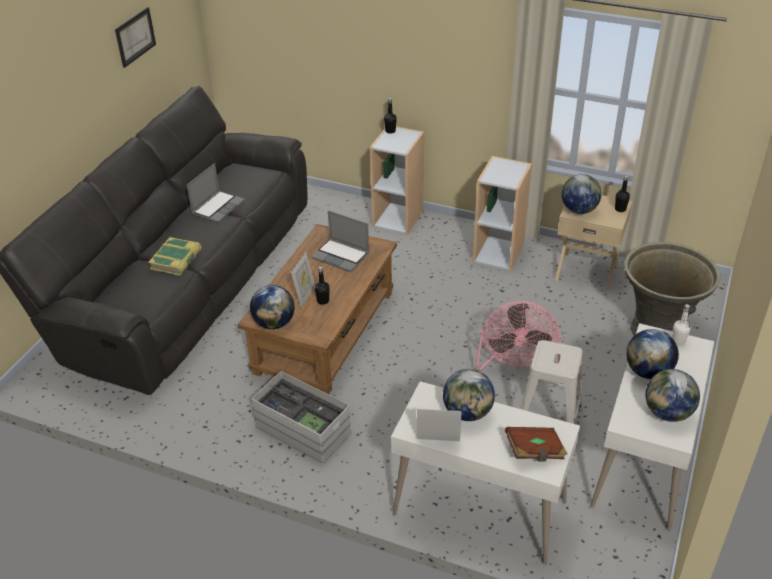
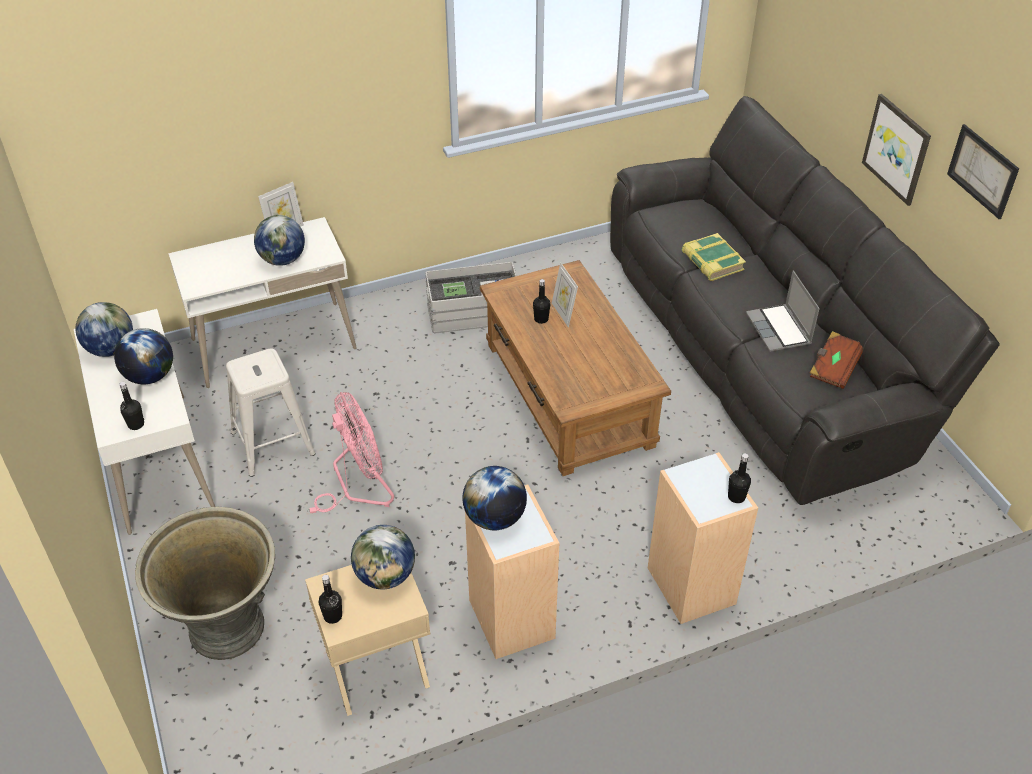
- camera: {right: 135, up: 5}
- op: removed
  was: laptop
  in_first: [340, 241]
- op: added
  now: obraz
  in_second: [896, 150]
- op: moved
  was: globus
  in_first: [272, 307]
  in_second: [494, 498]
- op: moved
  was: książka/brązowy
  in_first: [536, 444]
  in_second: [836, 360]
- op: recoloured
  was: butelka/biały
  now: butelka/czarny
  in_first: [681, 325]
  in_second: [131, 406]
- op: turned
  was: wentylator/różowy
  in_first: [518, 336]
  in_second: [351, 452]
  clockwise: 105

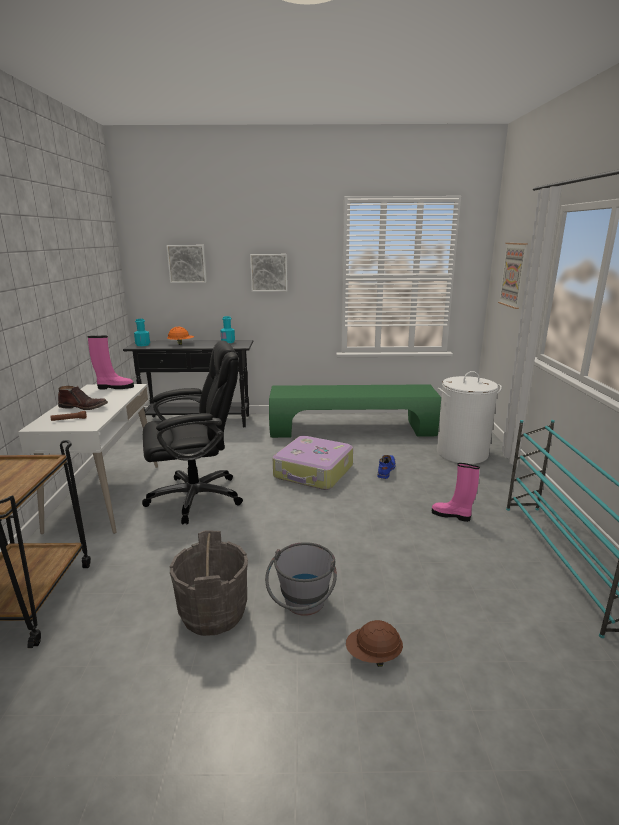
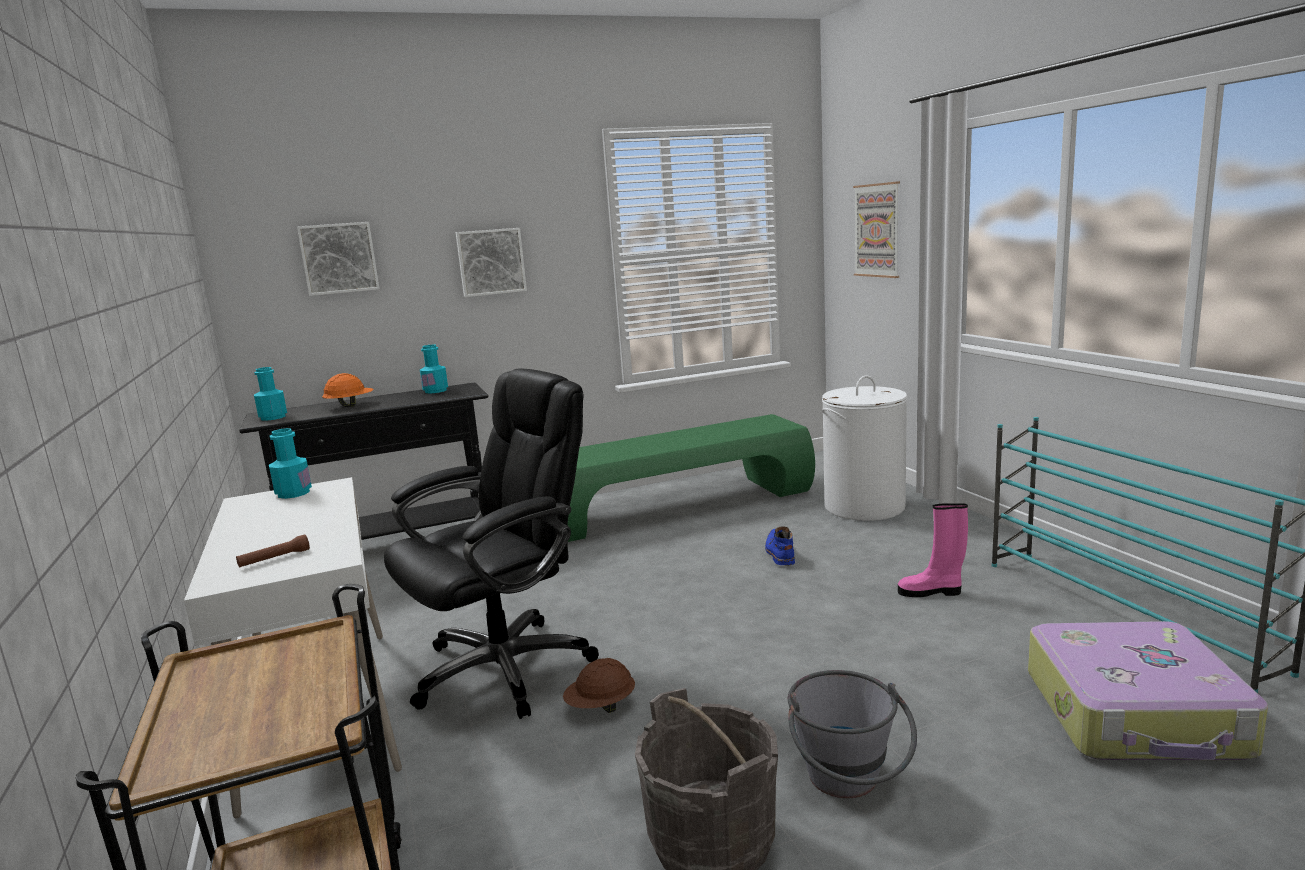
- camera: {right: -20, up: -5}
- op: removed
  was: but z cholewką/brązowy
  in_first: [83, 398]
- op: moved
  was: walizka
  in_first: [313, 463]
  in_second: [1148, 690]
- op: moved
  was: kask/brązowy
  in_first: [374, 643]
  in_second: [599, 685]
- op: replaced
  was: but z cholewką/różowy
  now: butelka/turkusowy
  in_first: [111, 362]
  in_second: [290, 463]

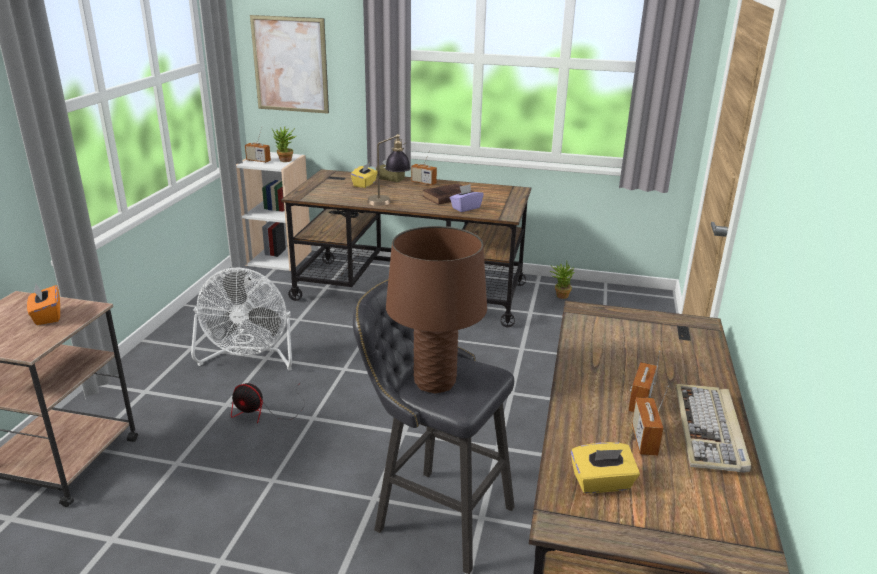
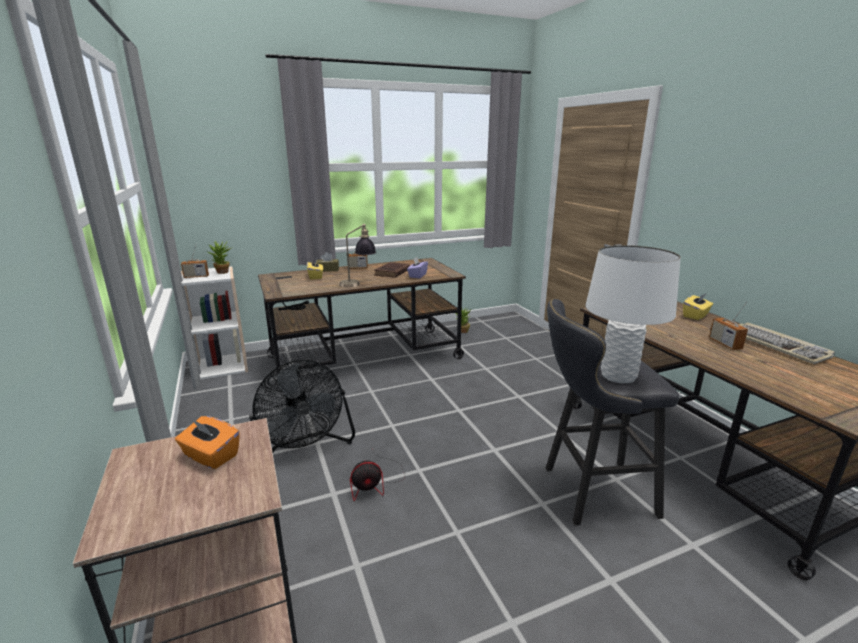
- camera: {right: -35, up: -5}
- op: removed
  was: obraz
  in_first: [289, 64]
- op: removed
  was: radio
  in_first: [650, 420]
- op: moved
  was: pudełko chusteczek/żółty
  in_first: [605, 468]
  in_second: [698, 306]
- op: recoloured
  was: wentylator/biały
  now: wentylator/czarny
  in_first: [241, 319]
  in_second: [302, 406]
- op: recoloured
  was: lampa stołowa/brązowy
  now: lampa stołowa/biały
  in_first: [436, 309]
  in_second: [633, 314]

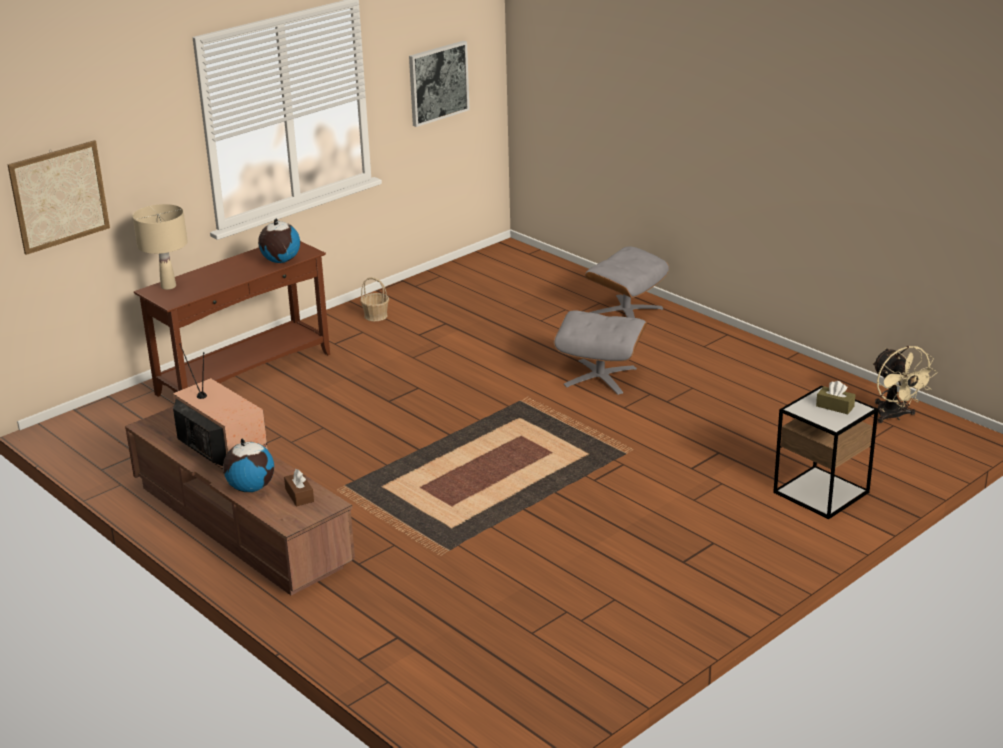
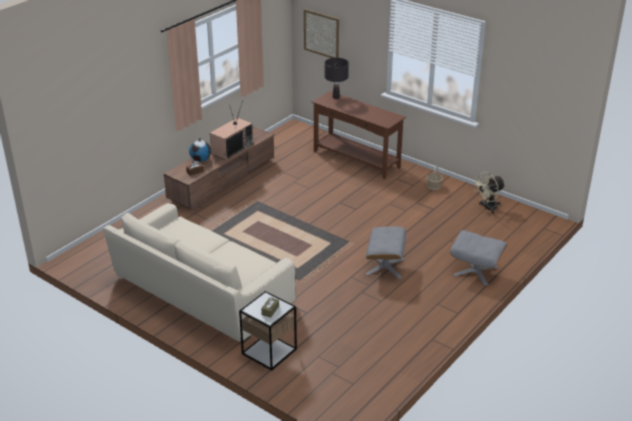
- camera: {right: 80, up: 5}
- op: removed
  was: globus
  in_first: [279, 240]
- op: removed
  was: obraz
  in_first: [439, 84]
- op: added
  now: kanapa/beżowy
  in_second: [199, 273]
- op: moved
  was: wentylator/beżowy
  in_first: [905, 384]
  in_second: [489, 193]
- op: recoloured
  was: lampa stołowa/beżowy
  now: lampa stołowa/czarny
  in_first: [160, 247]
  in_second: [337, 78]

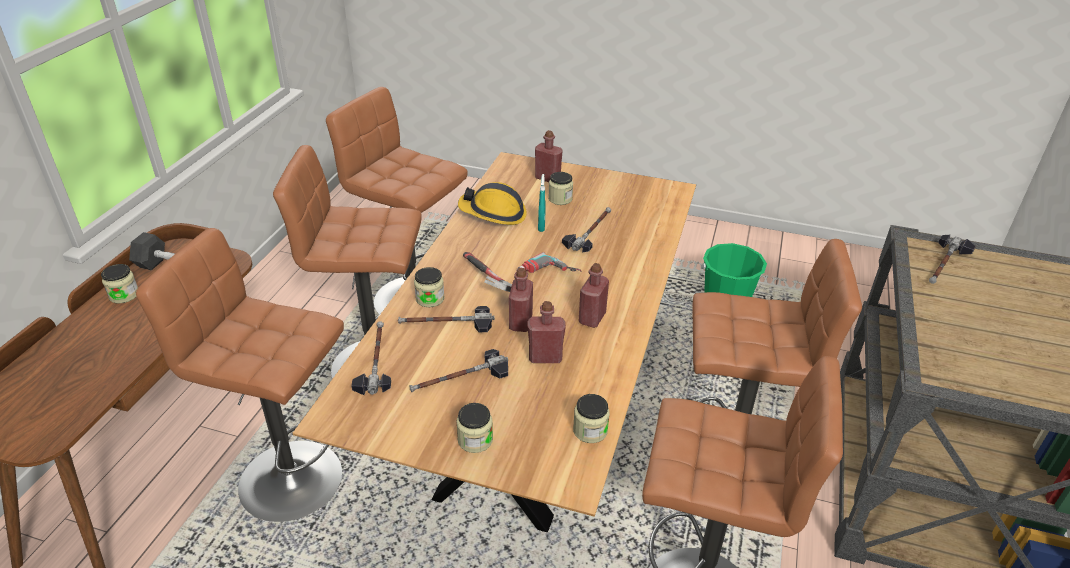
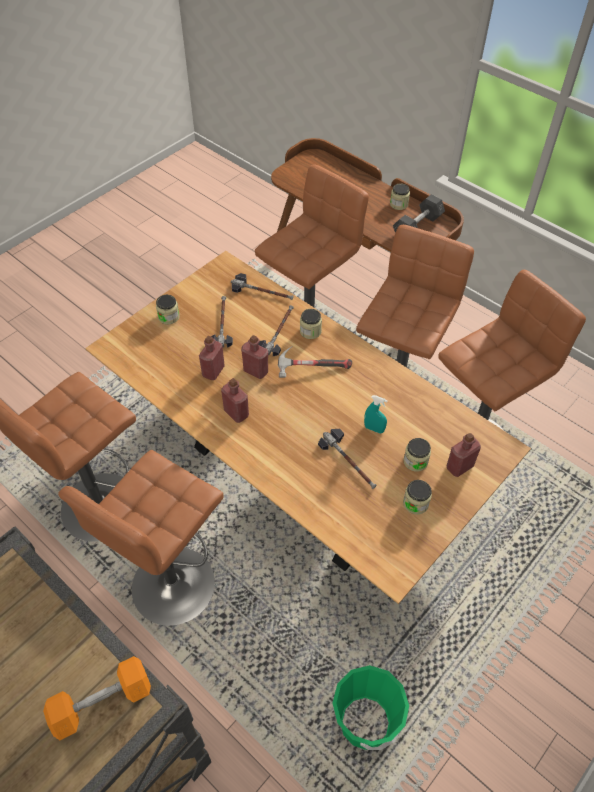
- camera: {right: 115, up: 15}
- op: removed
  was: kask
  in_first: [492, 203]
- op: removed
  was: wiertarka
  in_first: [549, 262]
- op: moved
  was: słoik
  in_first: [591, 418]
  in_second: [417, 497]
- op: replaced
  was: młotek
  now: hantel/pomarańczowy
  in_first: [952, 259]
  in_second: [97, 698]

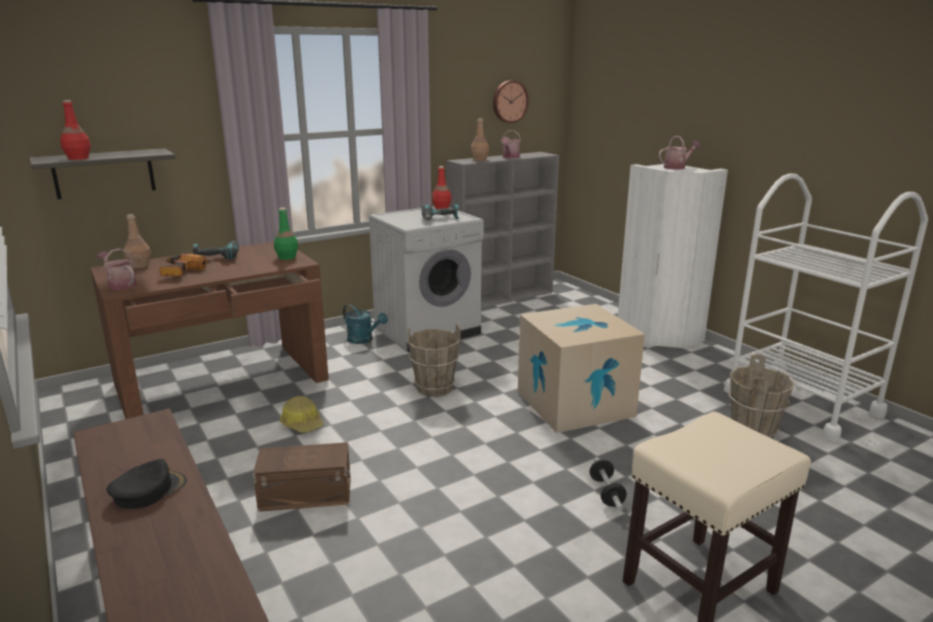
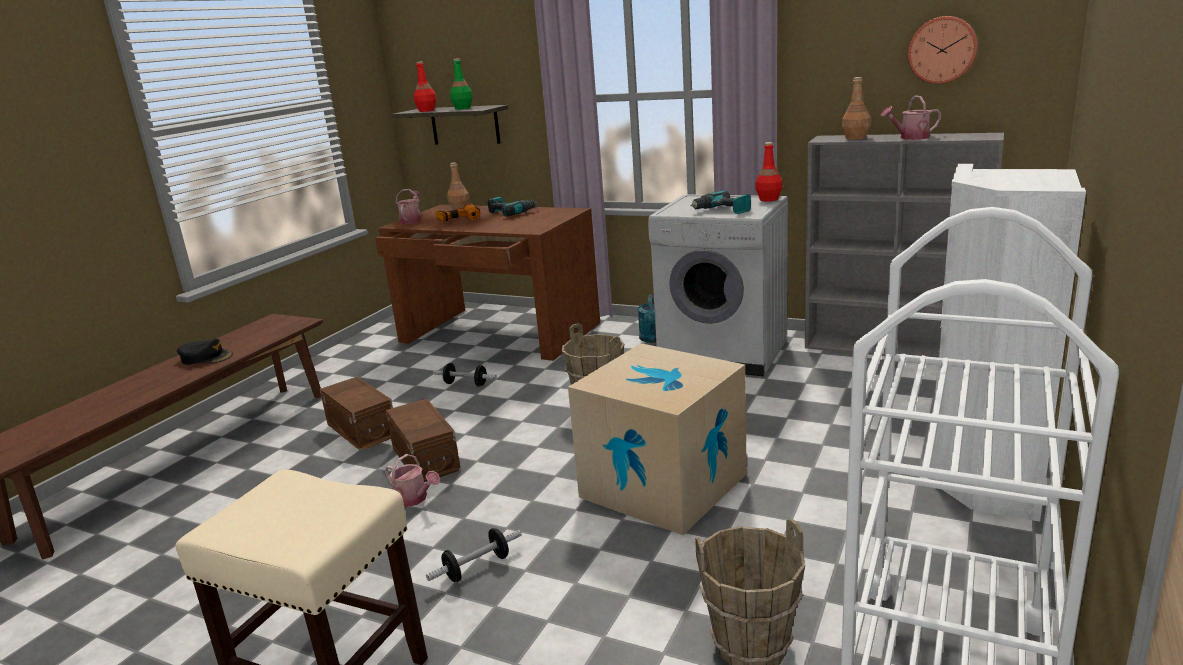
- camera: {right: 60, up: 0}
- op: added
  now: pojemnik do przechowywania/brązowy
  in_second: [423, 440]
- op: moved
  was: butelka/zielony
  in_first: [286, 234]
  in_second: [461, 84]
- op: moved
  was: konewka
  in_first: [680, 152]
  in_second: [412, 480]
- op: replaced
  was: kask
  now: hantel
  in_first: [301, 414]
  in_second: [465, 375]

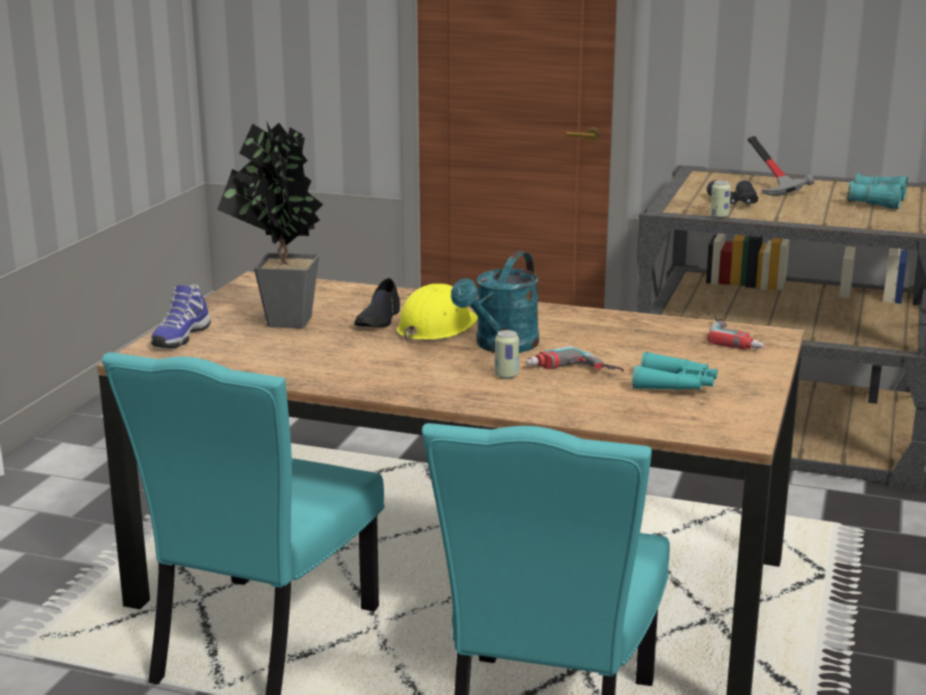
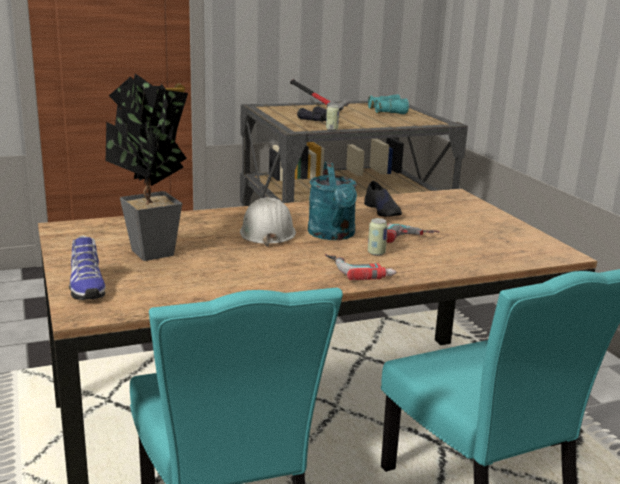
- camera: {right: -40, up: 0}
- op: removed
  was: lornetka/turkusowy
  in_first: [675, 371]
- op: moved
  was: but/czarny
  in_first: [377, 303]
  in_second: [383, 199]
- op: moved
  was: wiertarka
  in_first: [735, 333]
  in_second: [360, 267]
- op: recoloured
  was: kask/żółty
  now: kask/biały
  in_first: [437, 312]
  in_second: [268, 222]

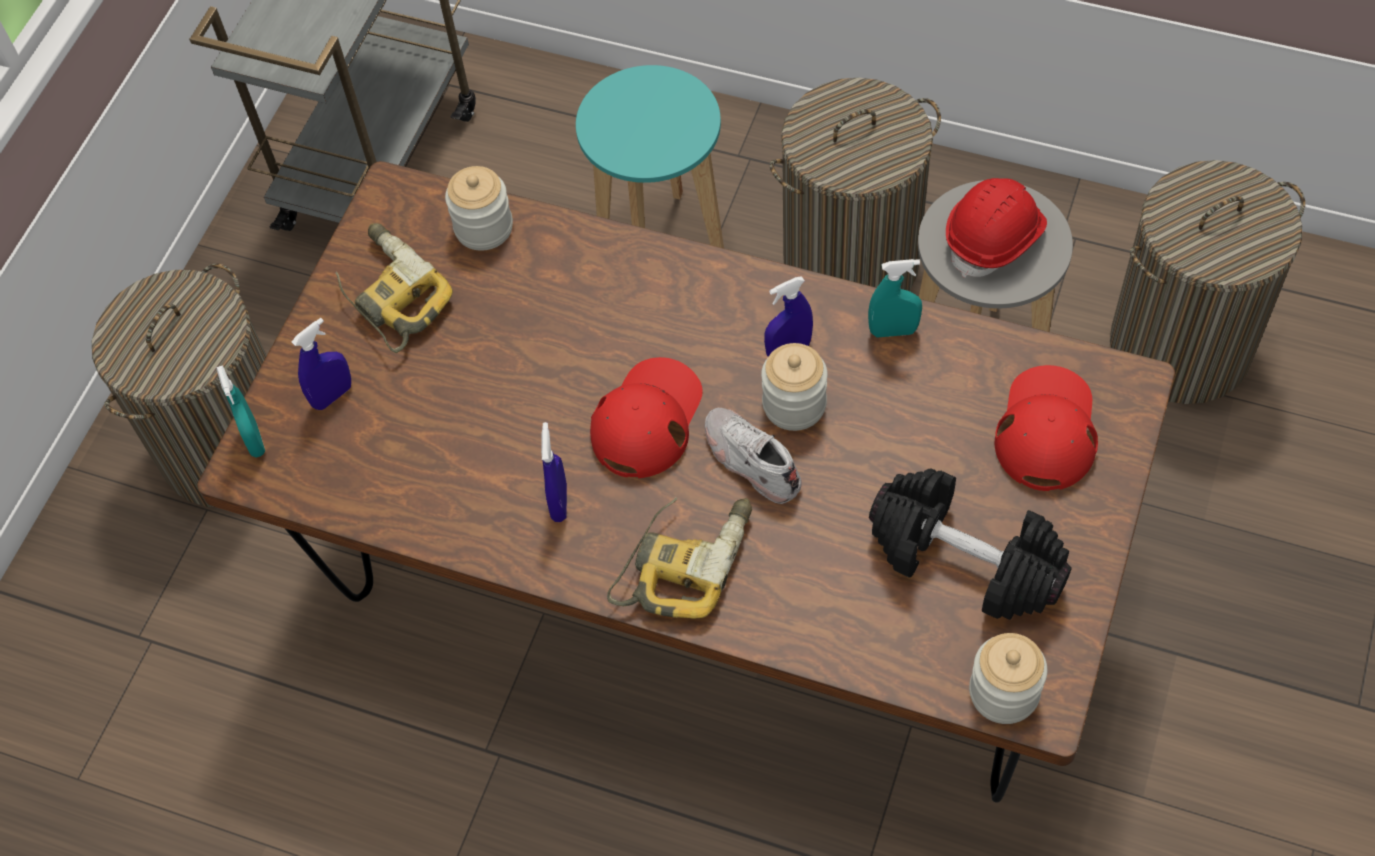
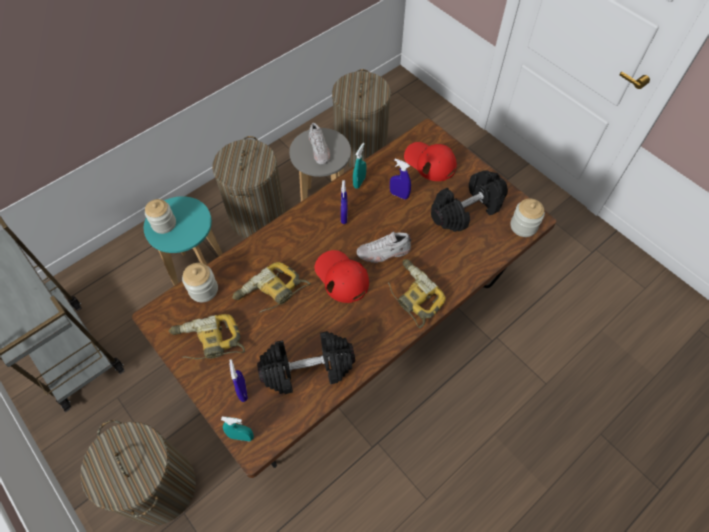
- camera: {right: -65, up: 0}
- op: added
  now: wiertarka
  in_second: [271, 287]
- op: added
  now: hantel/czarny
  in_second: [306, 362]
- op: moved
  was: spryskiwacz/niebieski
  in_first: [554, 472]
  in_second: [400, 179]
- op: moved
  was: słoik
  in_first: [794, 387]
  in_second: [160, 216]
- op: replaced
  was: kask/czerwony
  now: but/biały
  in_first: [996, 228]
  in_second: [319, 143]

